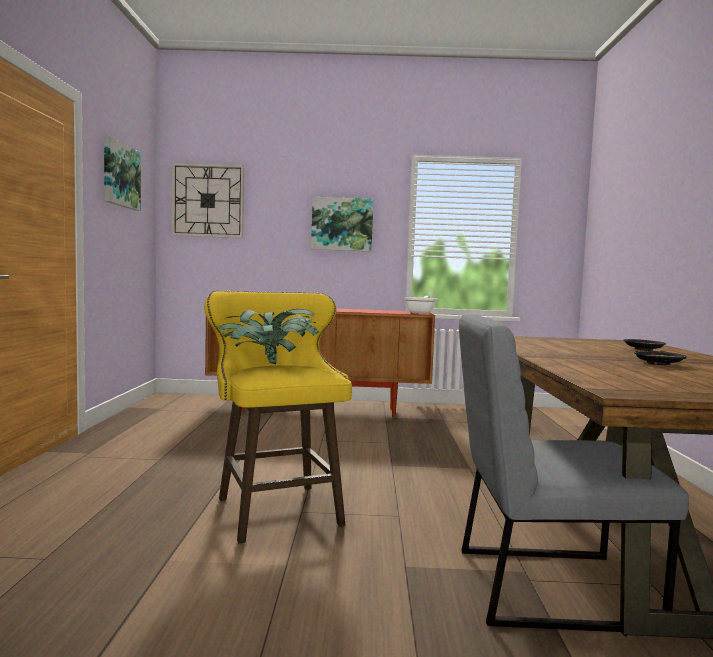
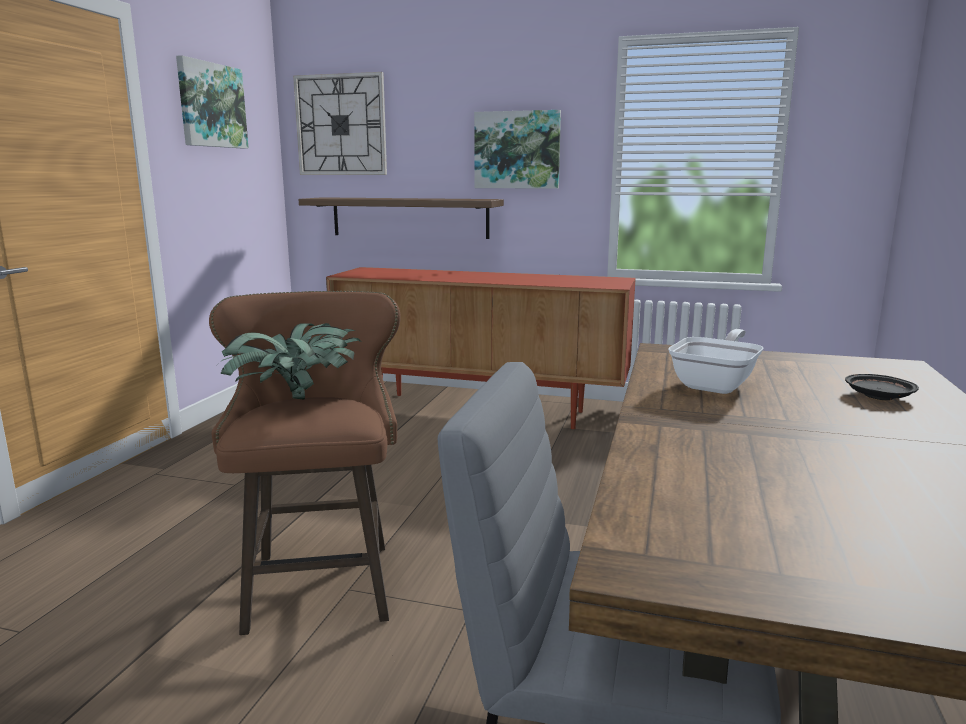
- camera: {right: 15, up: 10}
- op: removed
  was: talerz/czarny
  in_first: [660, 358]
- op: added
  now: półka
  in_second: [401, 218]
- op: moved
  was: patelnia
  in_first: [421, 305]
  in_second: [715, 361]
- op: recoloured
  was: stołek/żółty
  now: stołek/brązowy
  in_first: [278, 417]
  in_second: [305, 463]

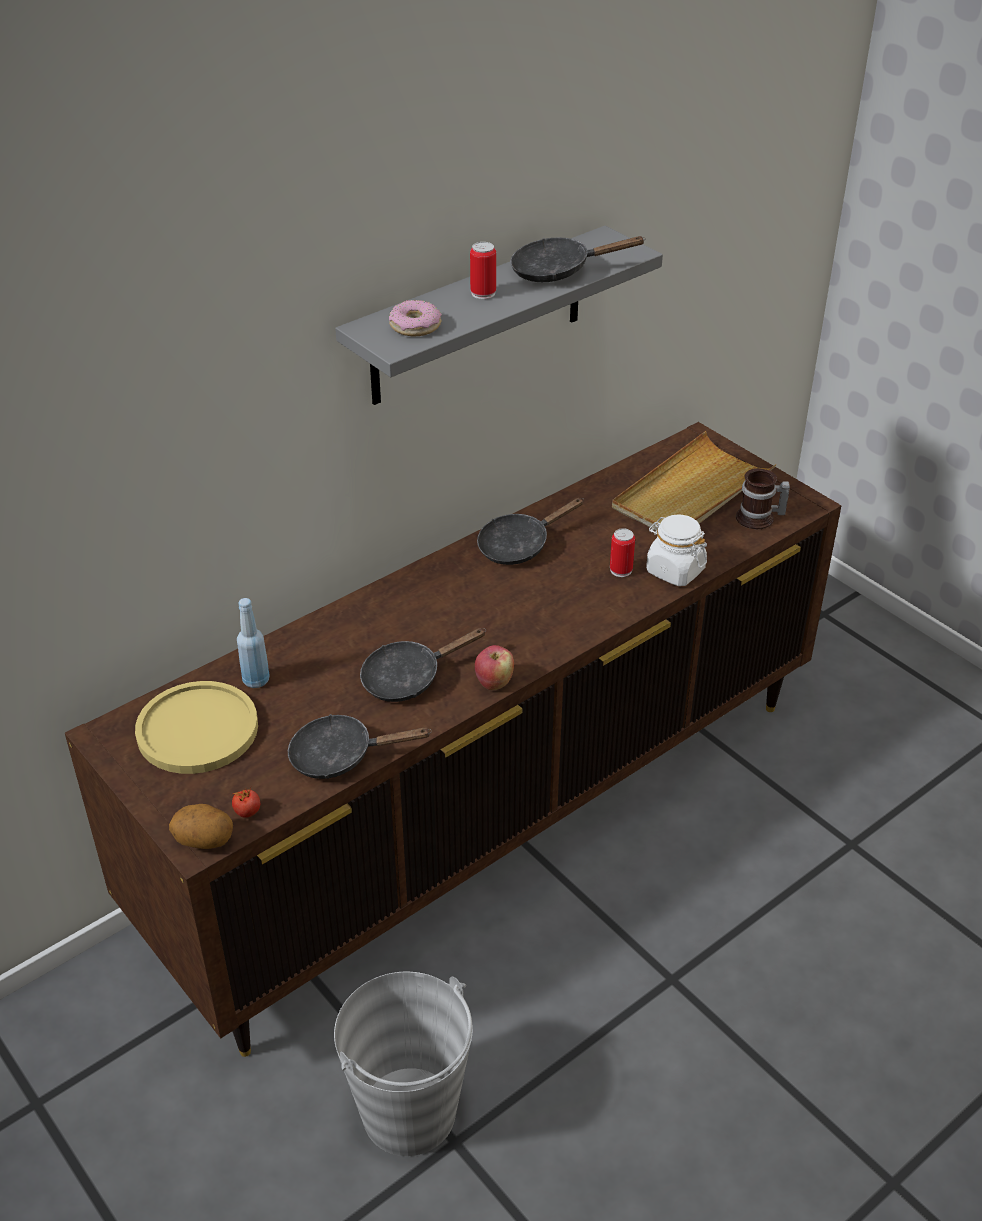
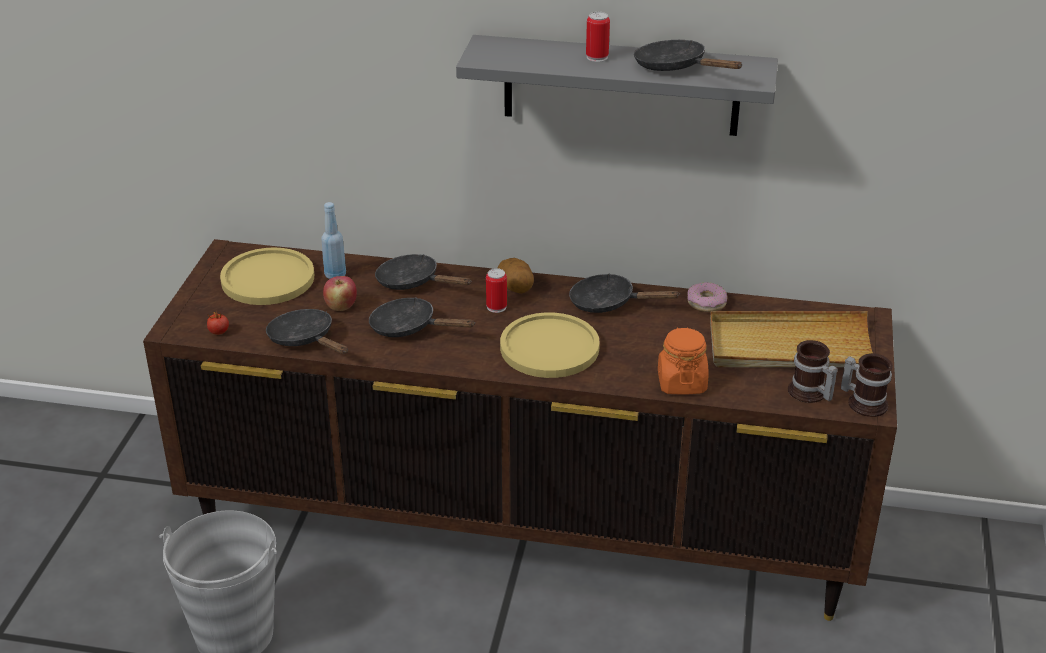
- camera: {right: 50, up: -5}
- op: added
  now: patelnia/czarny
  in_second: [423, 272]
- op: added
  now: talerz/żółty
  in_second: [550, 345]
- op: added
  now: kubek
  in_second: [867, 385]
- op: moved
  was: ziemniak
  in_first: [201, 826]
  in_second: [516, 276]
- op: moved
  was: donut
  in_first: [415, 318]
  in_second: [707, 297]
- op: moved
  was: jabłko
  in_first: [494, 667]
  in_second: [340, 293]
- op: moved
  was: puszka
  in_first: [622, 552]
  in_second: [496, 290]
- op: recoloured
  was: słoik/biały
  now: słoik/pomarańczowy
  in_first: [676, 550]
  in_second: [683, 361]

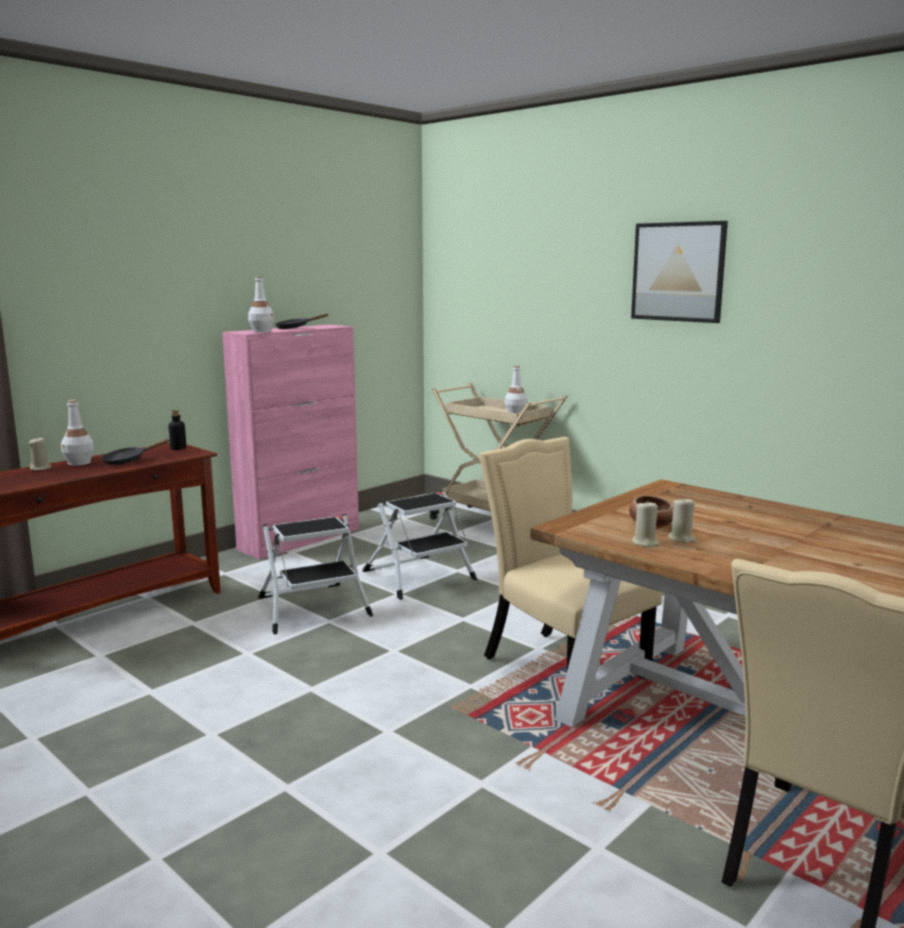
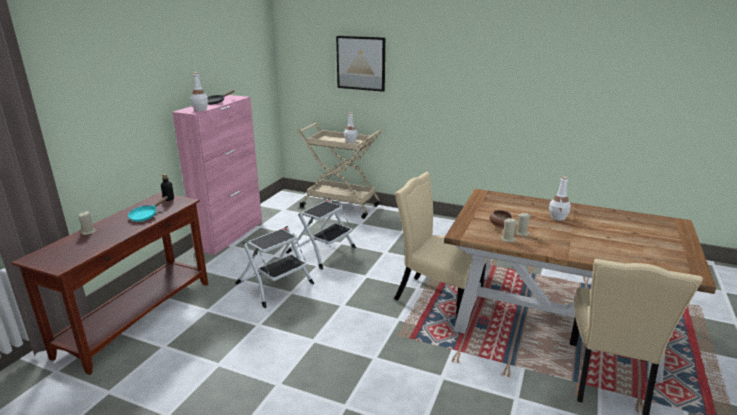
- camera: {right: -20, up: 10}
- op: moved
  was: butelka/biały
  in_first: [77, 433]
  in_second: [560, 198]
- op: moved
  was: obraz
  in_first: [679, 272]
  in_second: [360, 64]
- op: recoloured
  was: patelnia/czarny
  now: patelnia/turkusowy
  in_first: [135, 452]
  in_second: [148, 209]

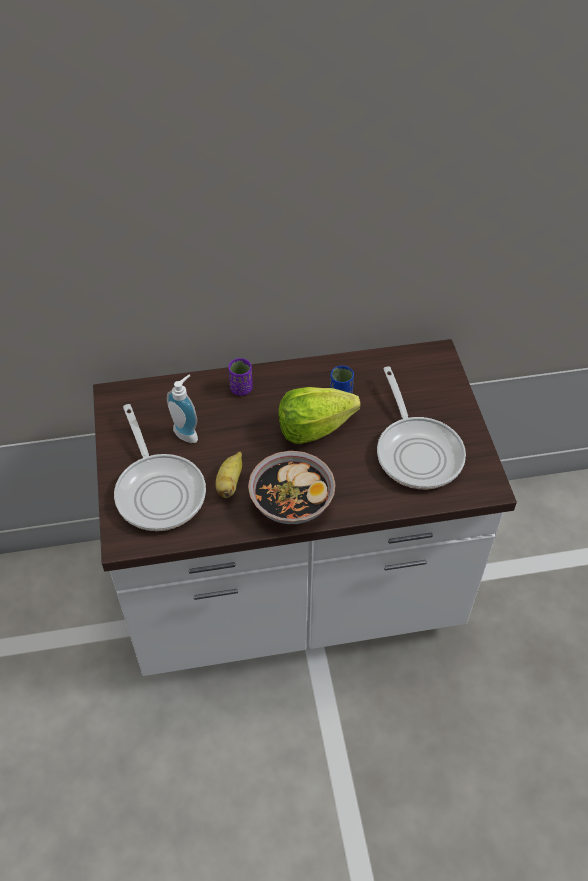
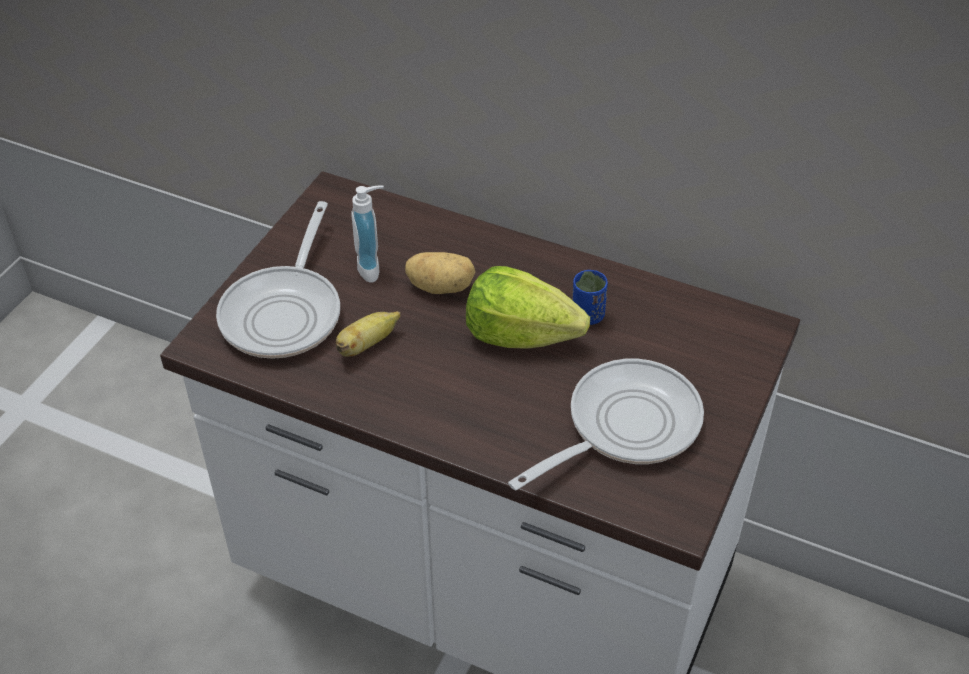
- camera: {right: 35, up: -5}
- op: removed
  was: filiżanka/fioletowy
  in_first: [240, 376]
- op: removed
  was: miska
  in_first: [292, 487]
- op: added
  now: ziemniak
  in_second: [440, 273]
- op: turned
  was: patelnia
  in_first: [421, 427]
  in_second: [606, 424]
  clockwise: -150

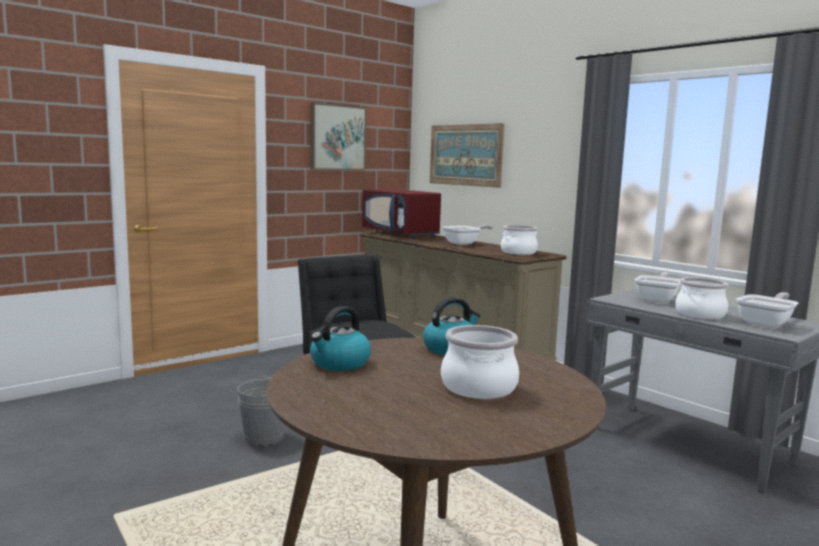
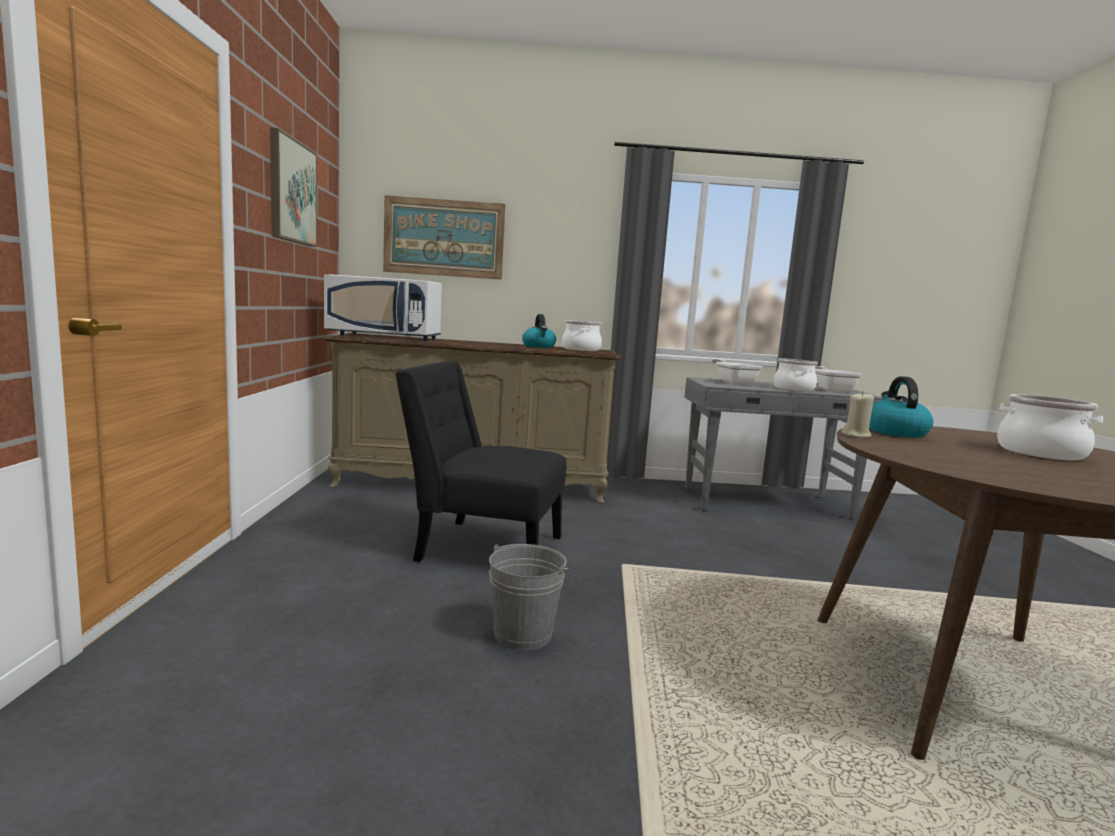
- camera: {right: -50, up: 0}
- op: removed
  was: patelnia
  in_first: [467, 235]
- op: added
  now: świeca/beżowy
  in_second: [857, 414]
- op: moved
  was: czajnik
  in_first: [340, 338]
  in_second: [539, 331]
- op: recoloured
  was: mikrofalówka/czerwony
  now: mikrofalówka/biały
  in_first: [401, 214]
  in_second: [383, 307]

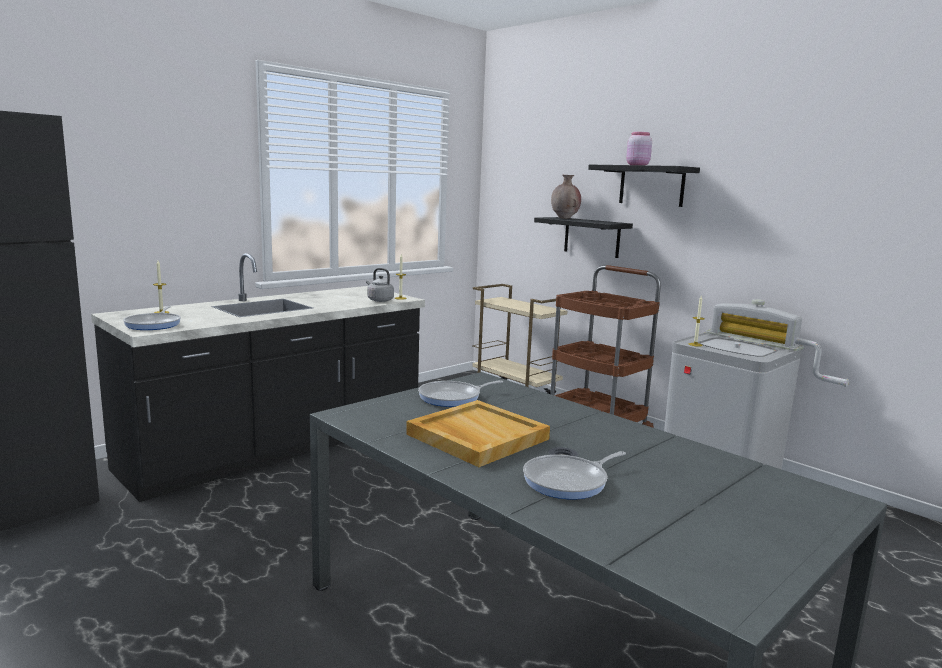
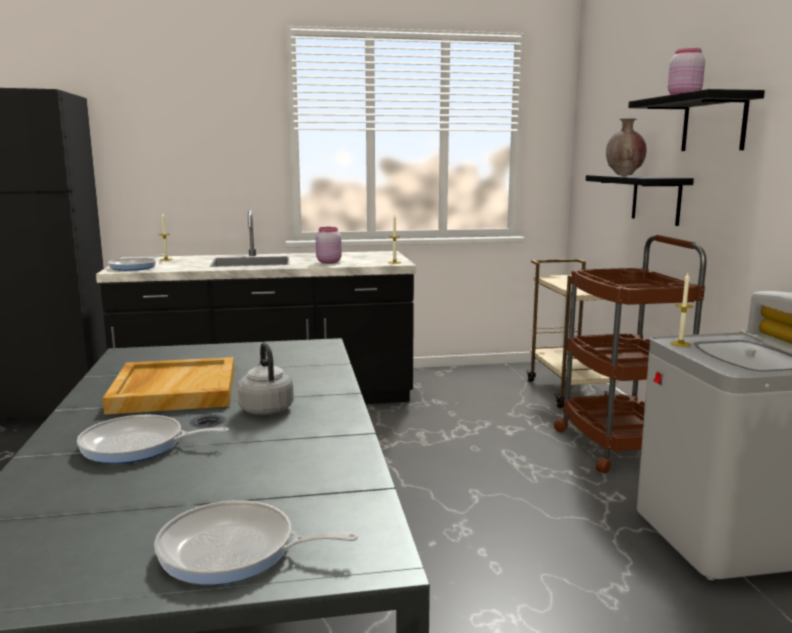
- camera: {right: 35, up: 0}
- op: added
  now: słoik/różowy
  in_second: [329, 245]
- op: moved
  was: czajnik/szary
  in_first: [380, 285]
  in_second: [266, 379]
- op: moved
  was: patelnia
  in_first: [460, 393]
  in_second: [256, 542]

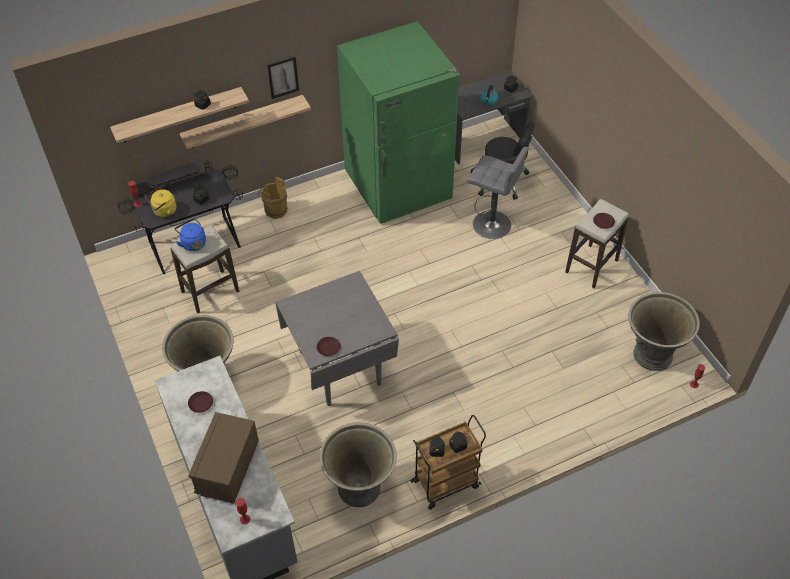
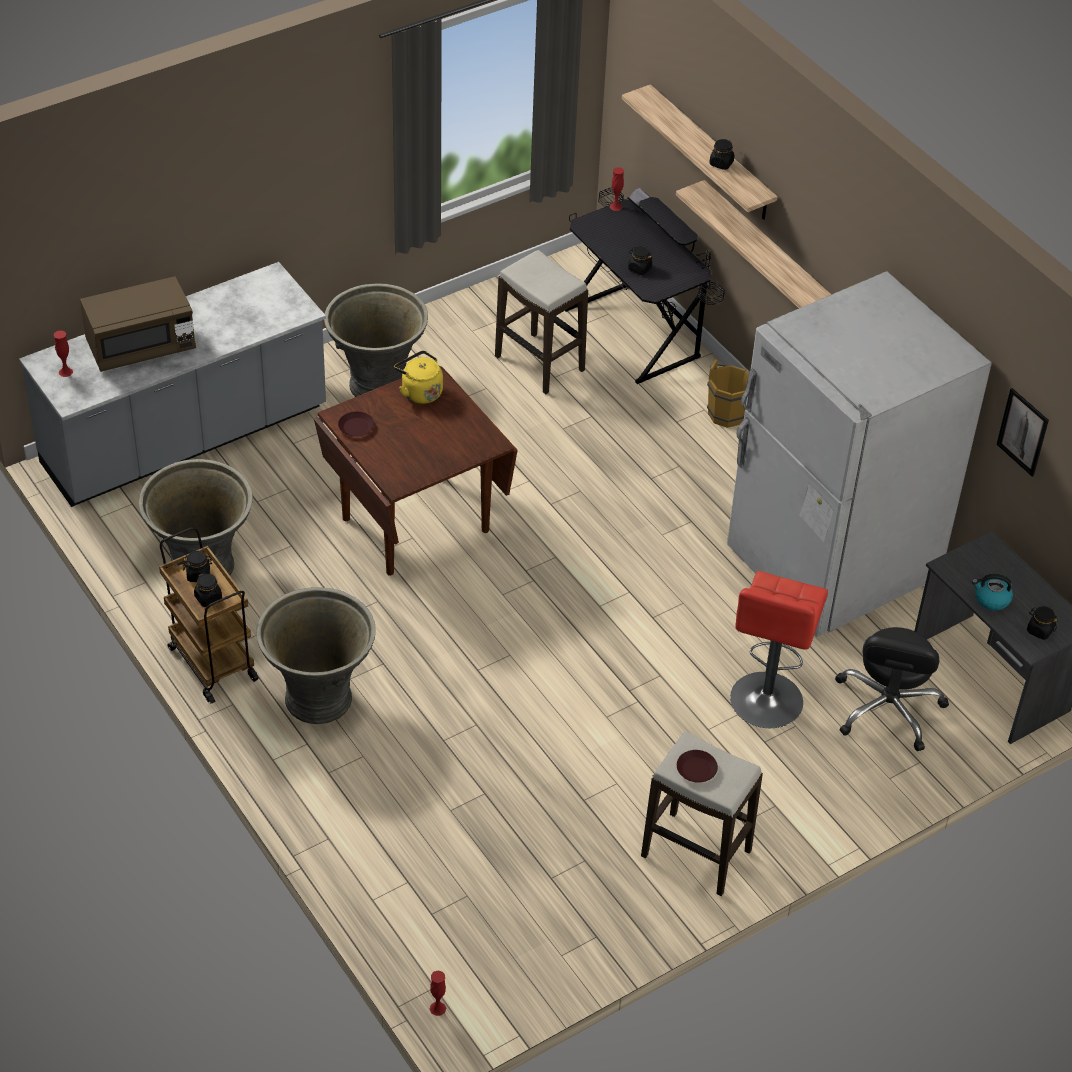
- camera: {right: 80, up: -5}
- op: removed
  was: czajnik/niebieski
  in_first: [190, 234]
- op: removed
  was: talerz/brązowy
  in_first: [200, 402]
- op: moved
  was: czajnik/żółty
  in_first: [161, 203]
  in_second: [418, 377]
- op: moved
  was: obraz
  in_first: [283, 78]
  in_second: [1022, 432]
- op: moved
  was: donica/szary
  in_first: [664, 331]
  in_second: [316, 655]
- op: recoloured
  was: stół jadalny/szary
  now: stół jadalny/brązowy
  in_first: [337, 338]
  in_second: [416, 471]
- op: recoloured
  was: lodówka/zielony
  now: lodówka/biały
  in_first: [398, 122]
  in_second: [859, 454]
- op: recoloured
  was: stołek/szary
  now: stołek/czerwony
  in_first: [498, 193]
  in_second: [779, 649]
- op: turned
  was: mikrofalówka/brązowy
  in_first: [223, 458]
  in_second: [138, 324]
  clockwise: 150

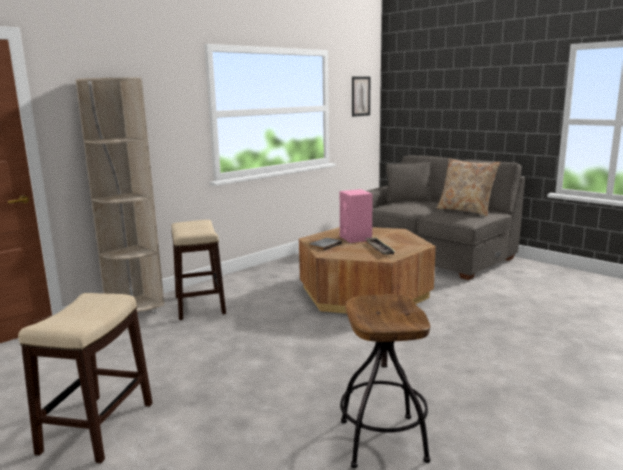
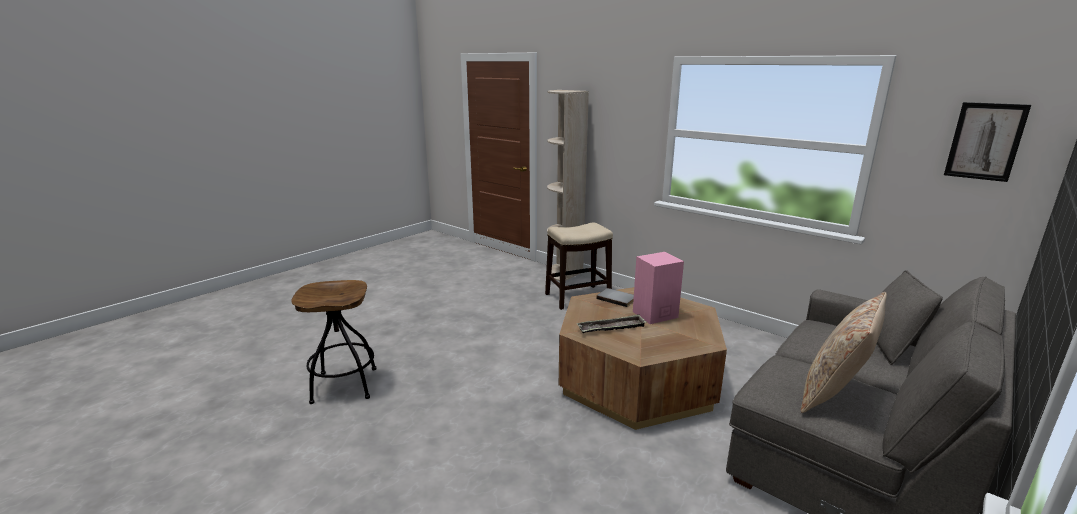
- camera: {right: 85, up: 5}
- op: removed
  was: stołek
  in_first: [85, 378]

